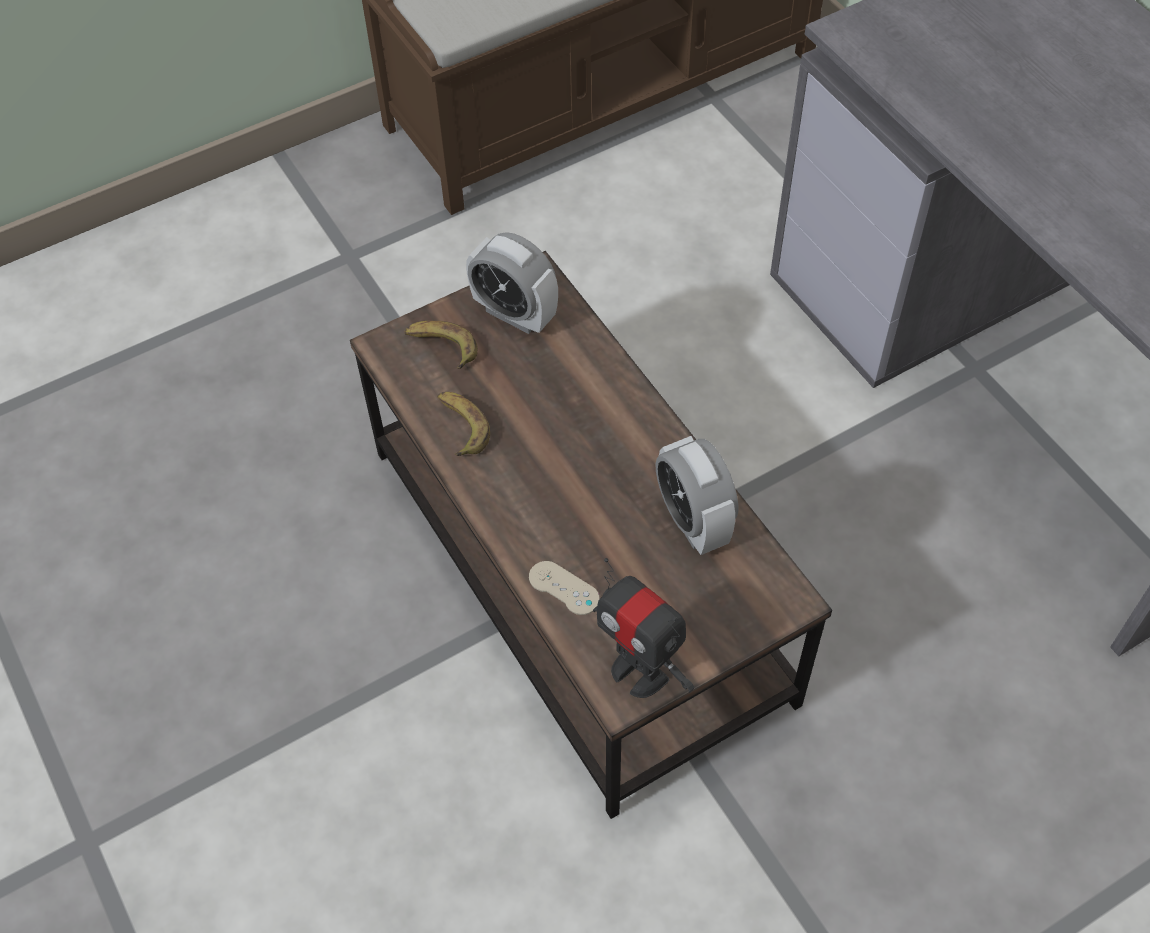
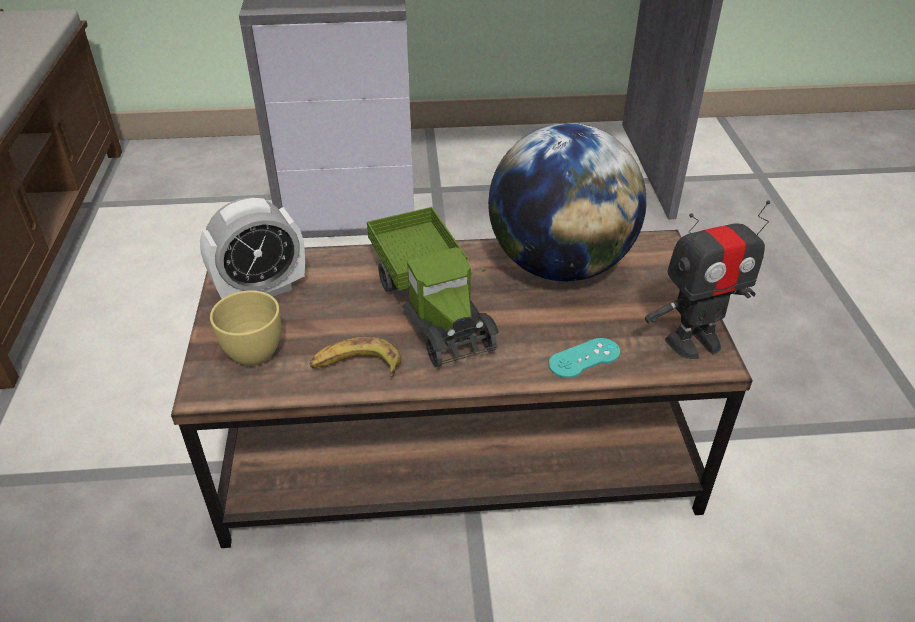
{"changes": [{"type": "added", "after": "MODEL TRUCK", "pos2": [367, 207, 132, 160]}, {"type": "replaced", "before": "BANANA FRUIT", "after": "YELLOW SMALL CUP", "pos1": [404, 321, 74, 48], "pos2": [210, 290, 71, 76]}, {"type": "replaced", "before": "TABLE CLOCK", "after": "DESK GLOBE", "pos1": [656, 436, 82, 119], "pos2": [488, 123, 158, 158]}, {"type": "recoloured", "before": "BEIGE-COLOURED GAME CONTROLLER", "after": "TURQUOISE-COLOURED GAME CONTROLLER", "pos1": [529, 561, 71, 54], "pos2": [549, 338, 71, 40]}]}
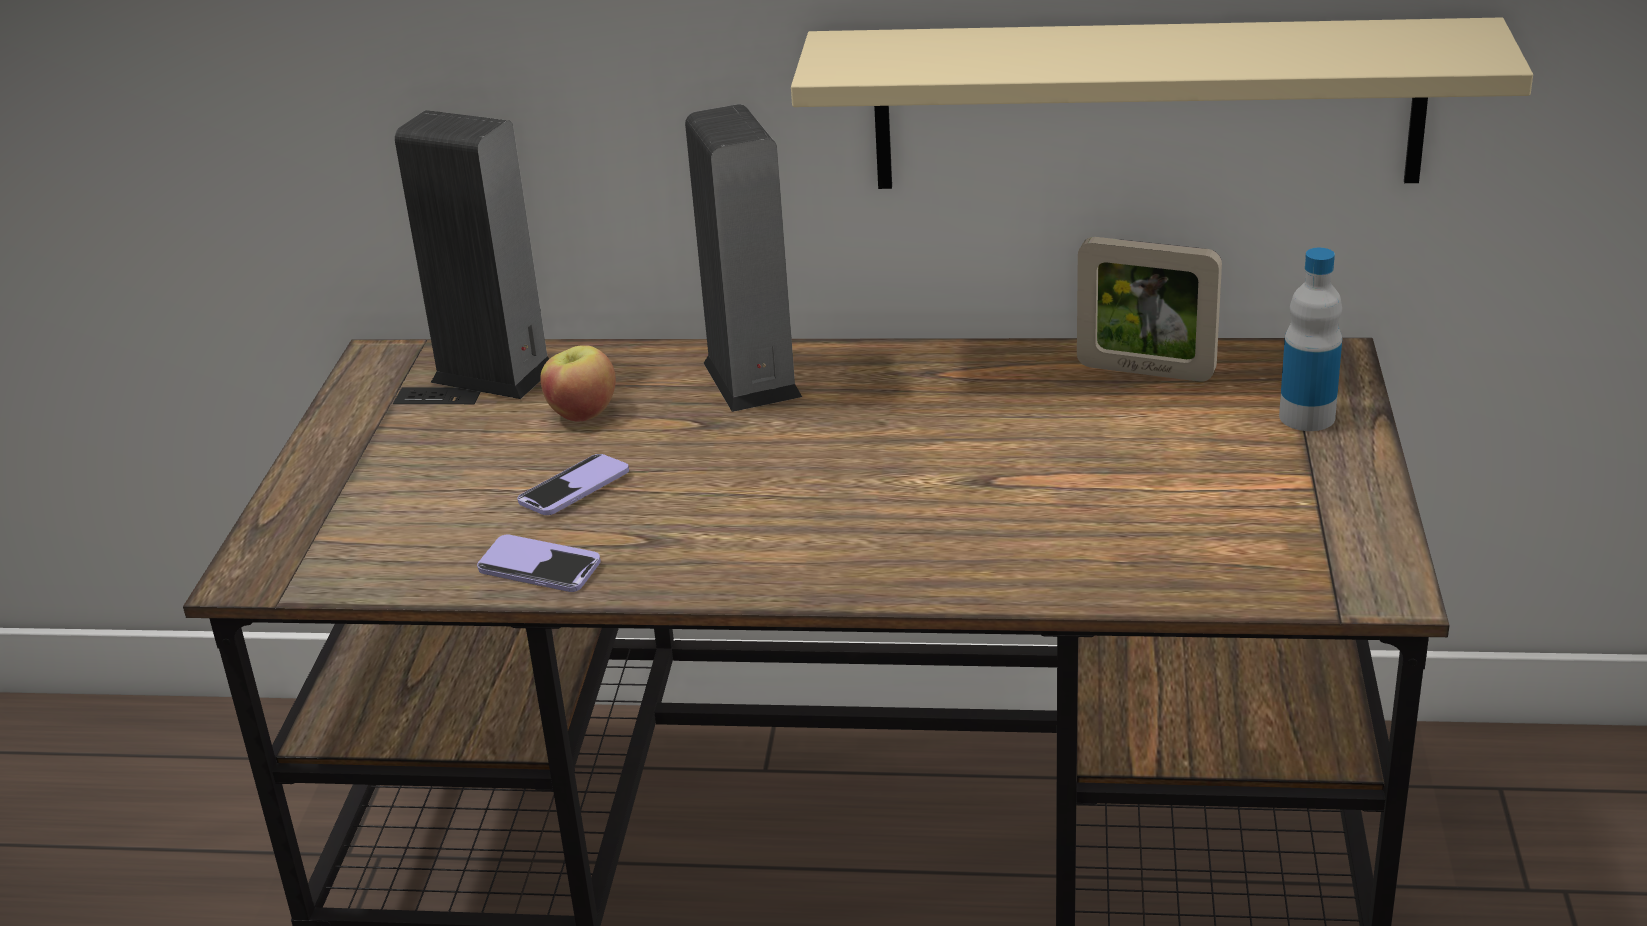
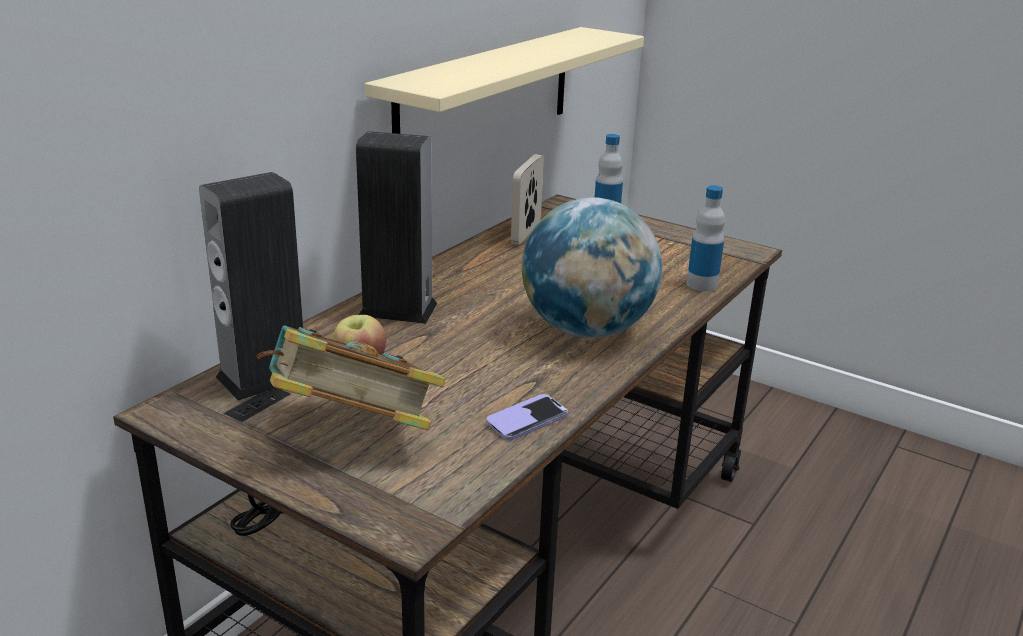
{"changes": [{"type": "removed", "before": "TELEPHONE", "pos1": [517, 454, 112, 61]}, {"type": "added", "after": "VOLUME", "pos2": [256, 325, 190, 105]}, {"type": "added", "after": "DESK GLOBE", "pos2": [522, 197, 140, 141]}, {"type": "added", "after": "DRINK BOTTLE", "pos2": [687, 185, 38, 107]}, {"type": "turned", "before": "PICTURE FRAME", "pos1": [1077, 237, 145, 145], "pos2": [511, 154, 33, 91], "turn": 150}]}
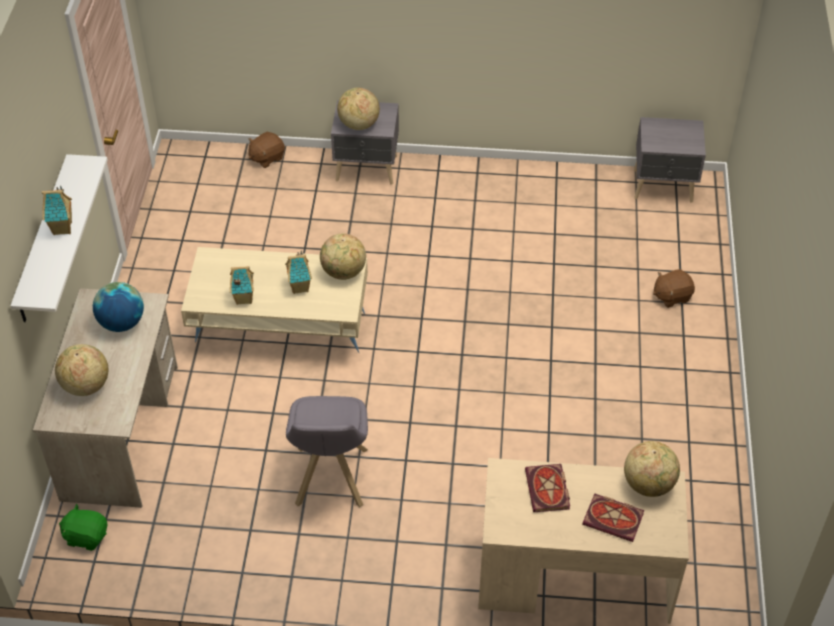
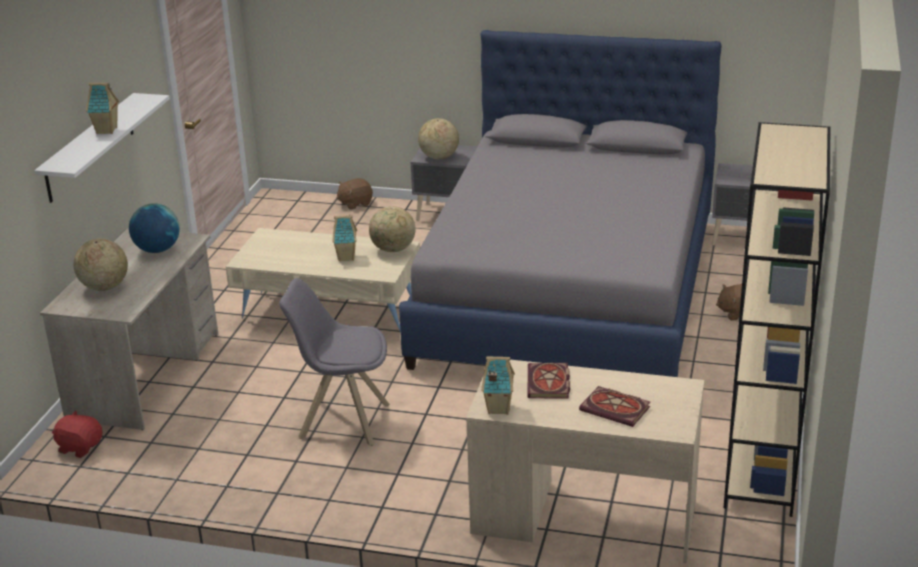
{"changes": [{"type": "removed", "before": "DESK GLOBE", "pos1": [624, 441, 56, 56]}, {"type": "added", "after": "GRAY BEDROOM BED", "pos2": [399, 30, 322, 347]}, {"type": "added", "after": "BEIGE-COLOURED BOOKSHELF", "pos2": [724, 122, 106, 395]}, {"type": "moved", "before": "TOY HOUSE", "pos1": [230, 266, 24, 39], "pos2": [482, 356, 33, 59]}, {"type": "recoloured", "before": "GREEN-COLOURED CUDDLY TOY", "after": "REDDISH CUDDLY TOY", "pos1": [59, 504, 49, 47], "pos2": [52, 411, 51, 47]}, {"type": "turned", "before": "GRAY CHAIR", "pos1": [286, 396, 82, 111], "pos2": [279, 278, 111, 168], "turn": 90}]}
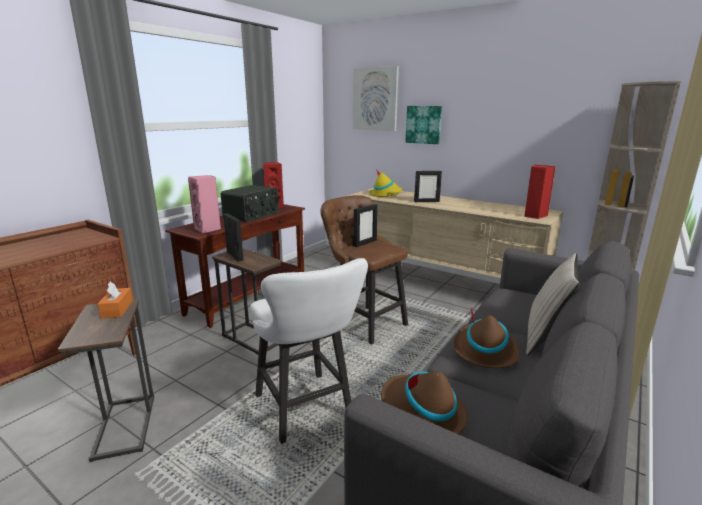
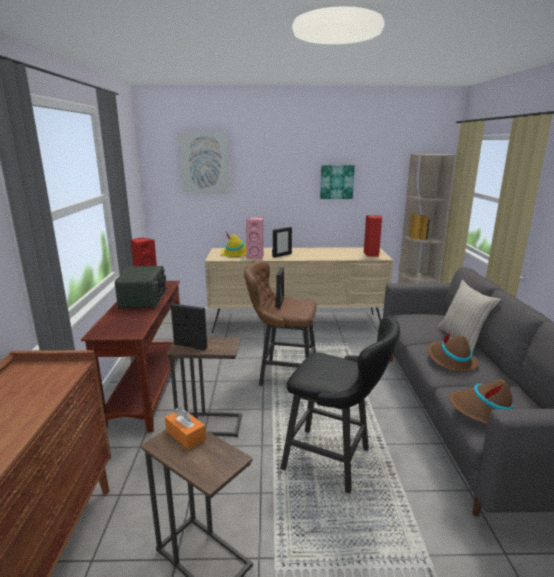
{"changes": [{"type": "moved", "before": "PINK-COLOURED LOUDSPEAKER", "pos1": [188, 175, 33, 59], "pos2": [246, 217, 18, 43]}, {"type": "moved", "before": "WALL PICTURE", "pos1": [405, 106, 37, 38], "pos2": [320, 165, 35, 34]}, {"type": "recoloured", "before": "WHITE SITTING STOOL", "after": "BLACK SITTING STOOL", "pos1": [250, 258, 118, 186], "pos2": [280, 316, 120, 178]}]}
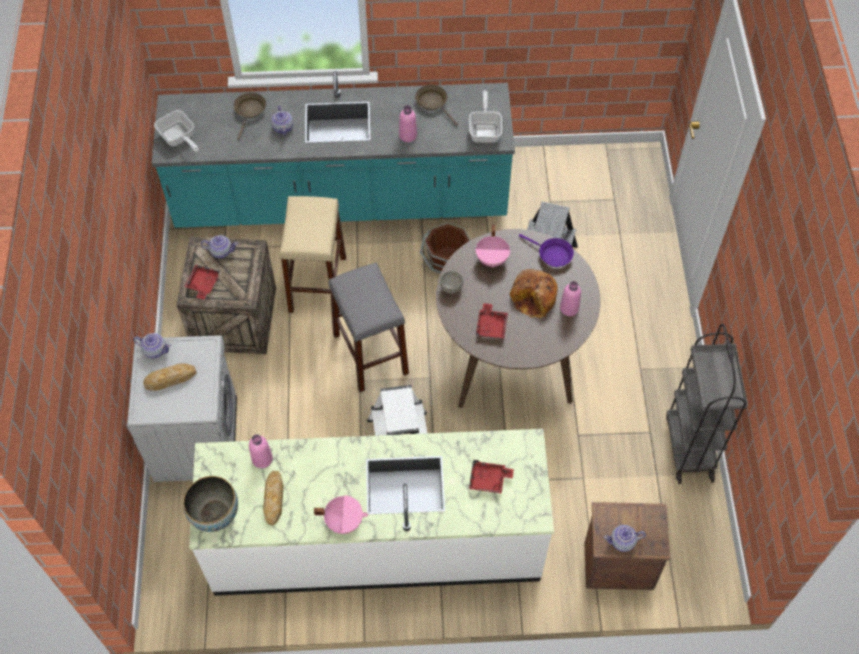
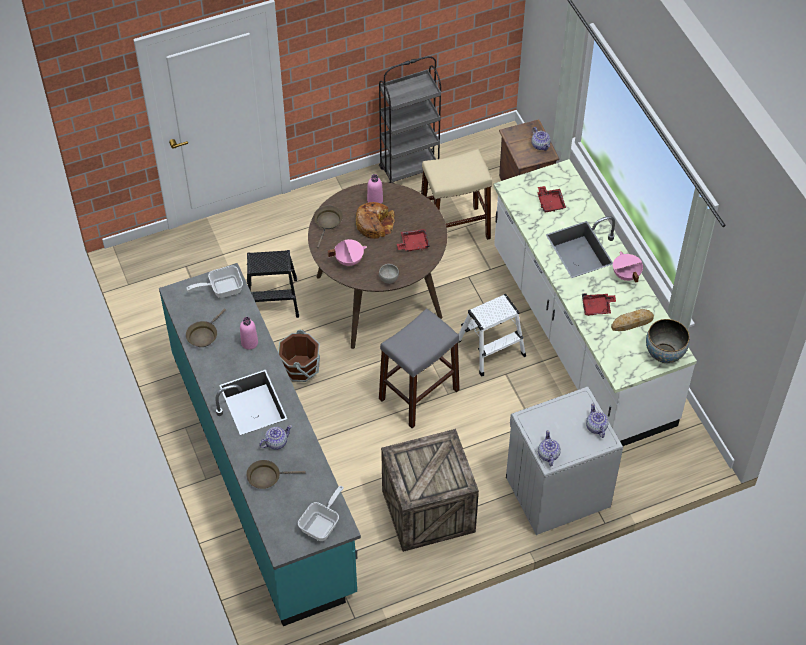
{"changes": [{"type": "removed", "before": "BAKED BREAD", "pos1": [143, 363, 54, 27]}, {"type": "removed", "before": "PINK-COLOURED DRINK BOTTLE", "pos1": [249, 434, 24, 34]}, {"type": "moved", "before": "REDDISH TRAY", "pos1": [184, 265, 36, 35], "pos2": [582, 293, 34, 23]}, {"type": "moved", "before": "TEAPOT", "pos1": [201, 235, 37, 23], "pos2": [586, 403, 23, 35]}, {"type": "moved", "before": "BEIGE-COLOURED SITTING STOOL", "pos1": [280, 196, 66, 117], "pos2": [421, 149, 71, 91]}, {"type": "recoloured", "before": "PURPLE PAN", "after": "BROWNISH PAN", "pos1": [519, 234, 55, 33], "pos2": [313, 205, 30, 43]}]}
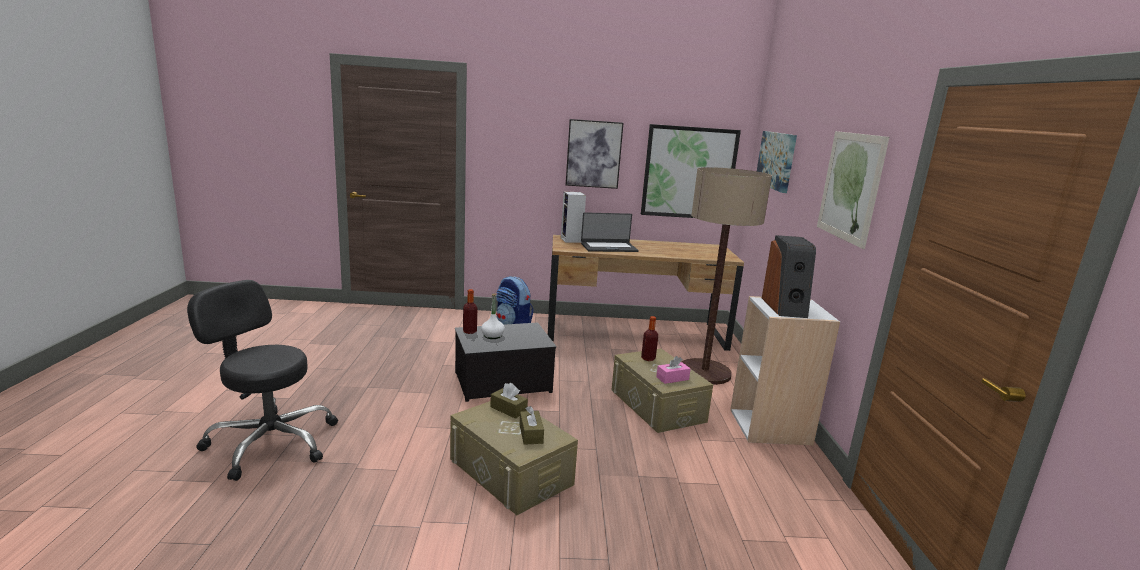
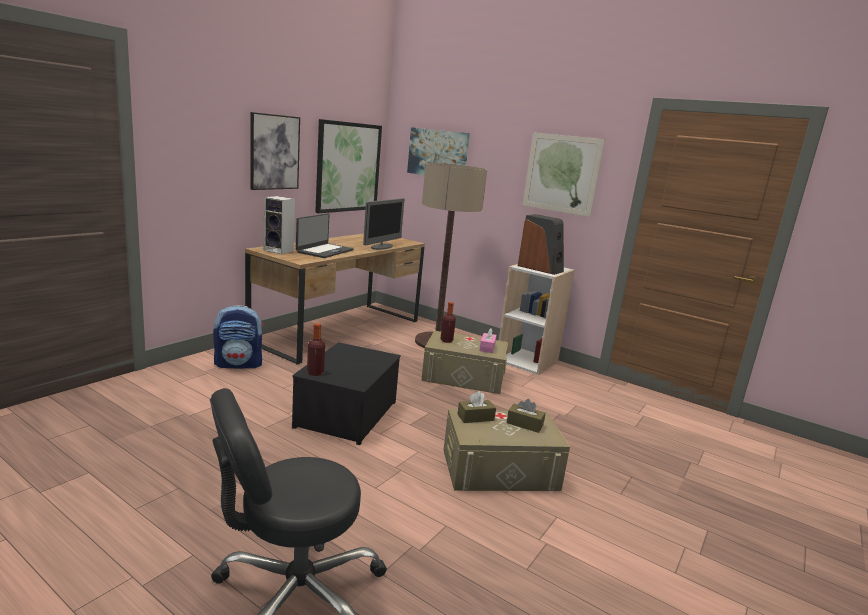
{"changes": [{"type": "removed", "before": "WHITE DRINK BOTTLE", "pos1": [481, 293, 24, 46]}, {"type": "added", "after": "MONITOR", "pos2": [363, 198, 41, 52]}]}
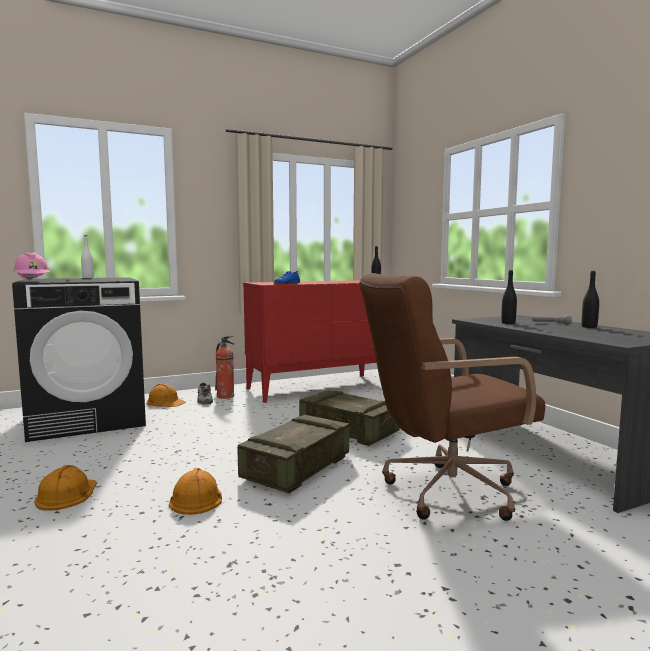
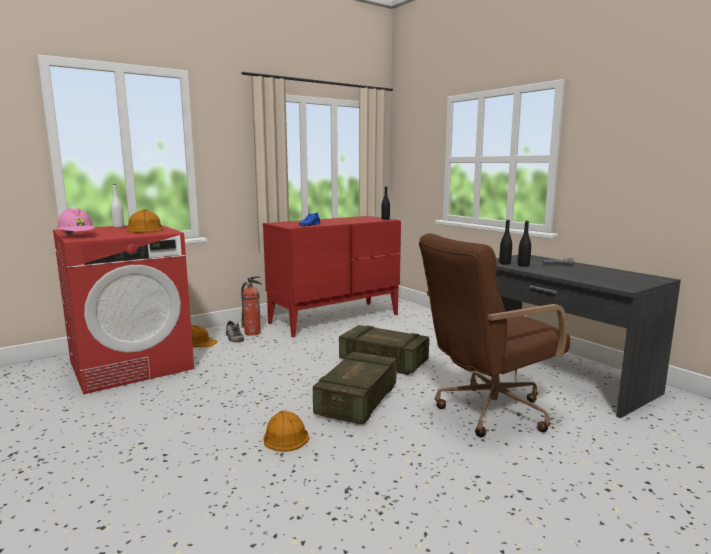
{"changes": [{"type": "moved", "before": "ORANGE SAFETY HELMET", "pos1": [34, 465, 63, 46], "pos2": [126, 209, 38, 24]}, {"type": "moved", "before": "BLACK DRINK BOTTLE", "pos1": [582, 271, 17, 57], "pos2": [499, 220, 13, 45]}, {"type": "recoloured", "before": "BLACK LAUNDRY MACHINE", "after": "REDDISH LAUNDRY MACHINE", "pos1": [12, 277, 134, 165], "pos2": [53, 225, 141, 169]}]}
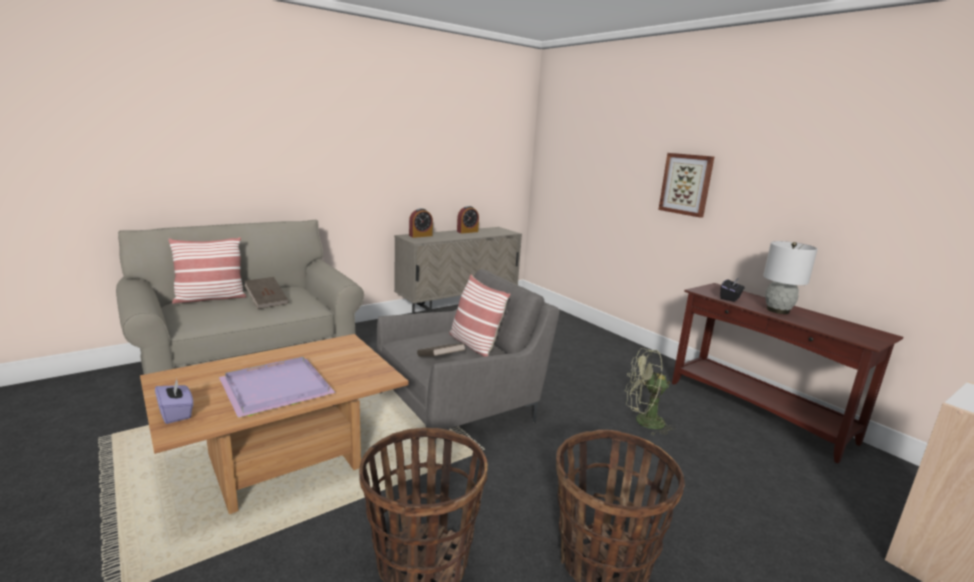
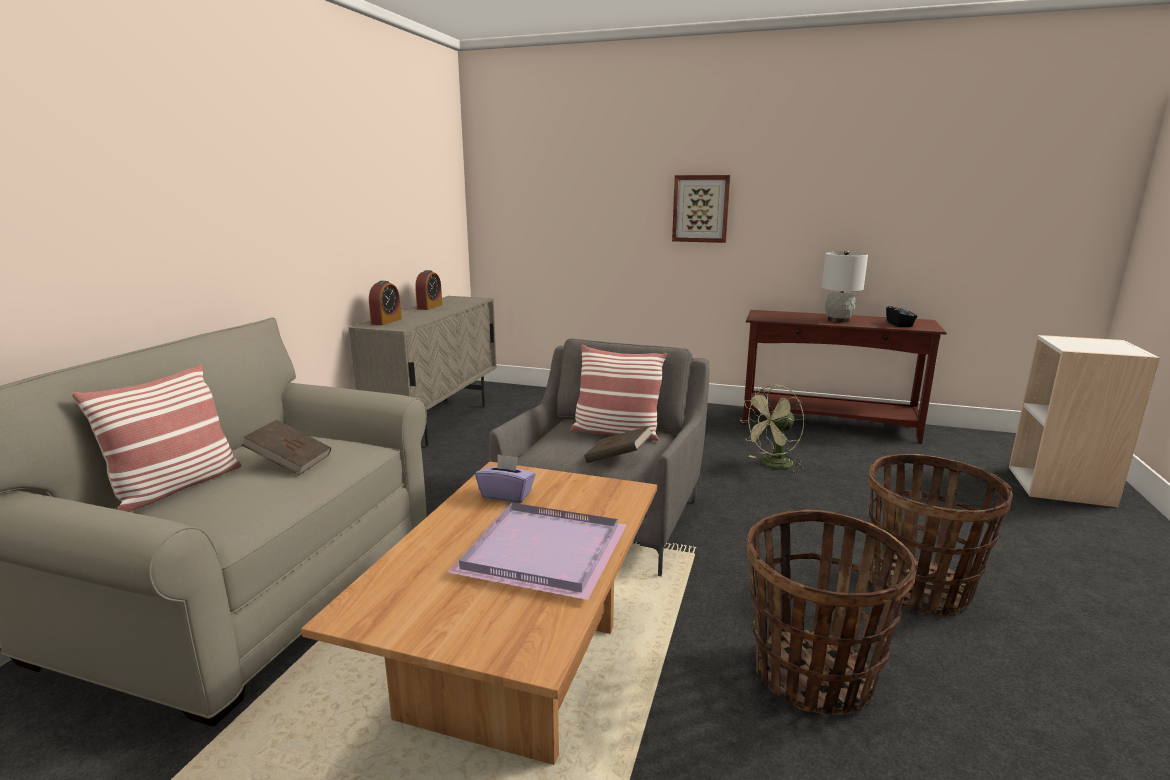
{"changes": [{"type": "moved", "before": "PURPLE TISSUE BOX", "pos1": [155, 379, 38, 45], "pos2": [475, 454, 61, 49]}, {"type": "moved", "before": "BLACK TISSUE BOX", "pos1": [720, 277, 25, 25], "pos2": [886, 301, 31, 26]}]}
